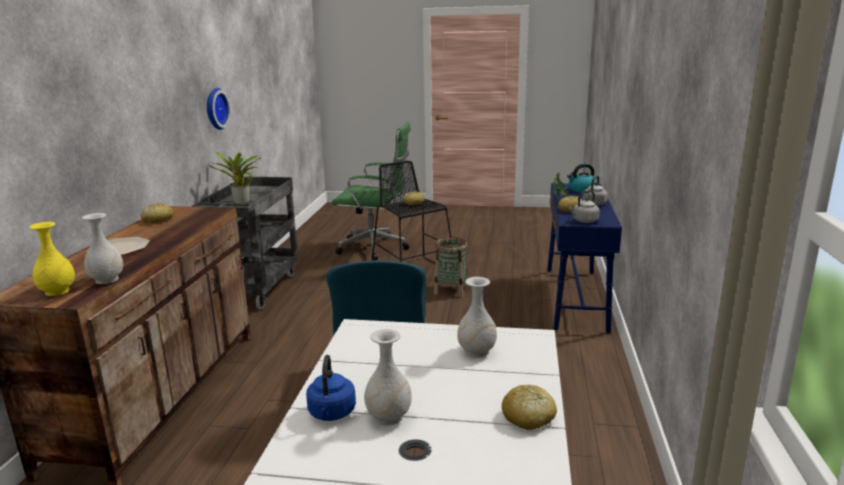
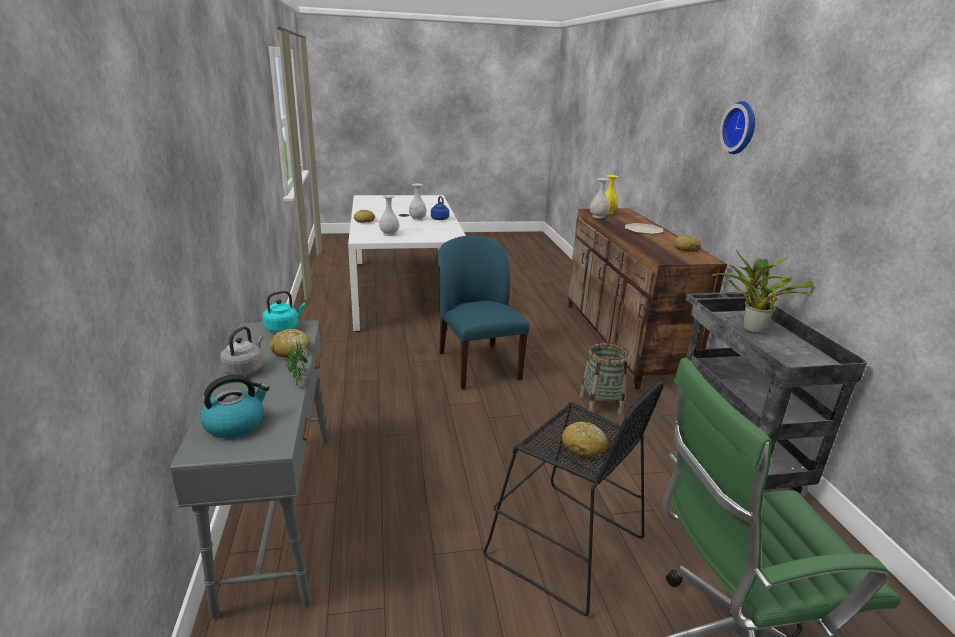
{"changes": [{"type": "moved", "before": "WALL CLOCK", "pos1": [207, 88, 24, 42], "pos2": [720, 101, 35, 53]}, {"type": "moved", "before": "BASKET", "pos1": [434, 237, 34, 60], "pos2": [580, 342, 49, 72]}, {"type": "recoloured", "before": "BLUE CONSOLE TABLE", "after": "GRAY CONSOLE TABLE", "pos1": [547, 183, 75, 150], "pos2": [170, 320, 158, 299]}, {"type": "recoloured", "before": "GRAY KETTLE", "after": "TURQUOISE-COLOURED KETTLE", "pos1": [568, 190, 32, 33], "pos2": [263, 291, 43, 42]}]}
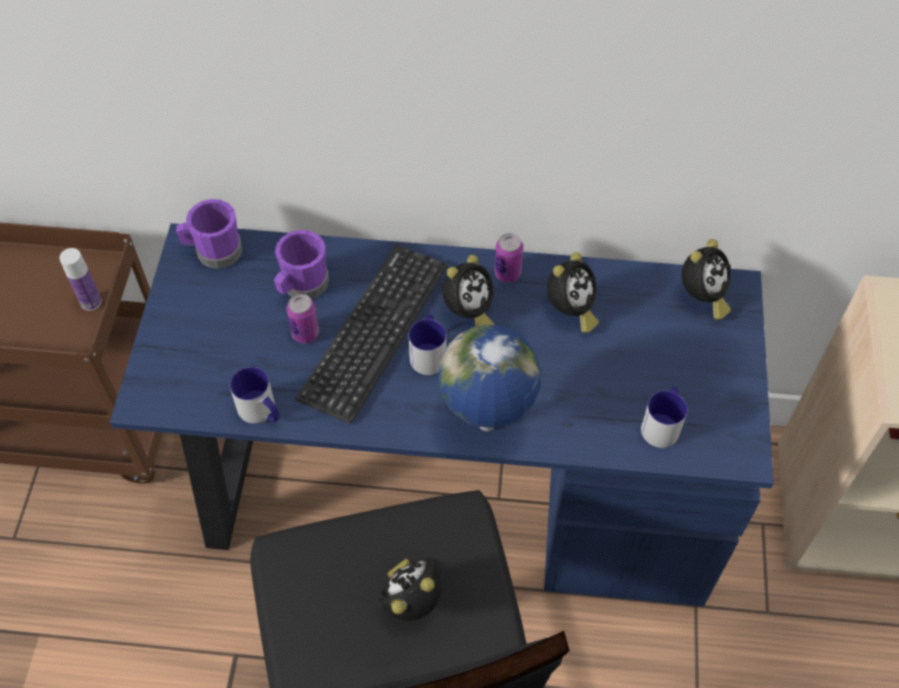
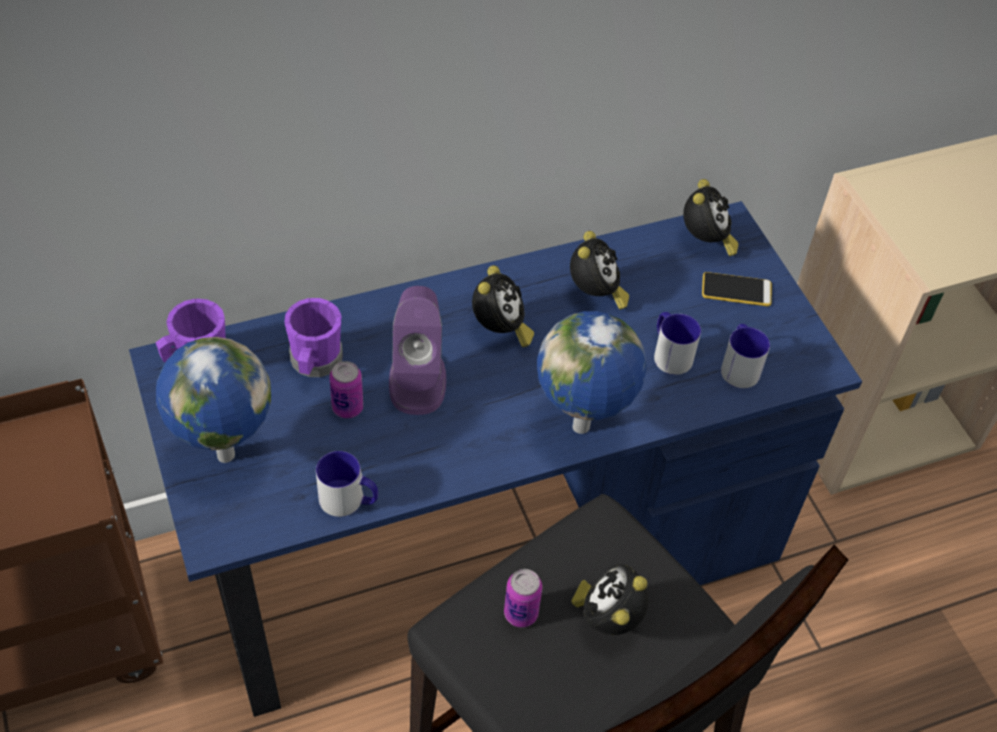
{"changes": [{"type": "removed", "before": "DRINK BOTTLE", "pos1": [59, 248, 43, 63]}, {"type": "added", "after": "DESK GLOBE", "pos2": [156, 337, 115, 126]}, {"type": "added", "after": "TELEPHONE", "pos2": [702, 272, 70, 34]}, {"type": "moved", "before": "COFFEE MUG", "pos1": [408, 315, 39, 60], "pos2": [654, 312, 47, 63]}, {"type": "moved", "before": "SEALED CAN", "pos1": [495, 233, 29, 50], "pos2": [504, 569, 38, 58]}, {"type": "replaced", "before": "KEYBOARD", "after": "PURPLE LOUDSPEAKER", "pos1": [296, 245, 151, 179], "pos2": [389, 286, 57, 129]}]}
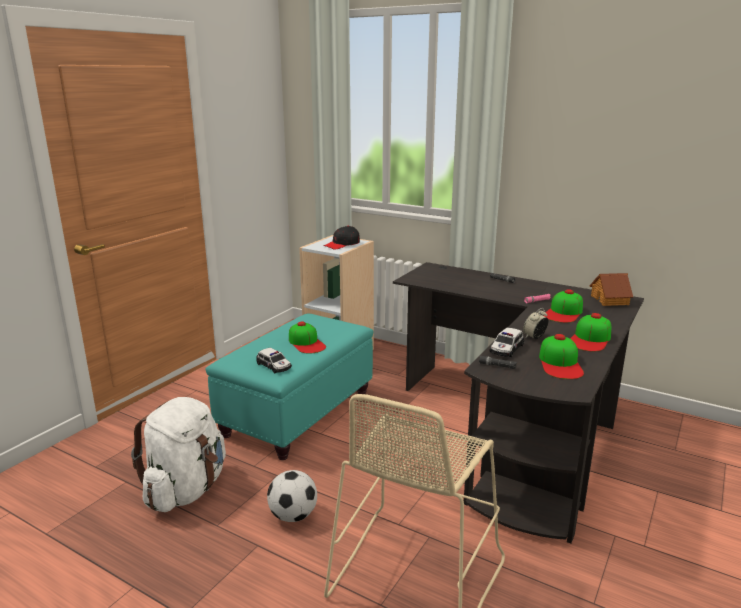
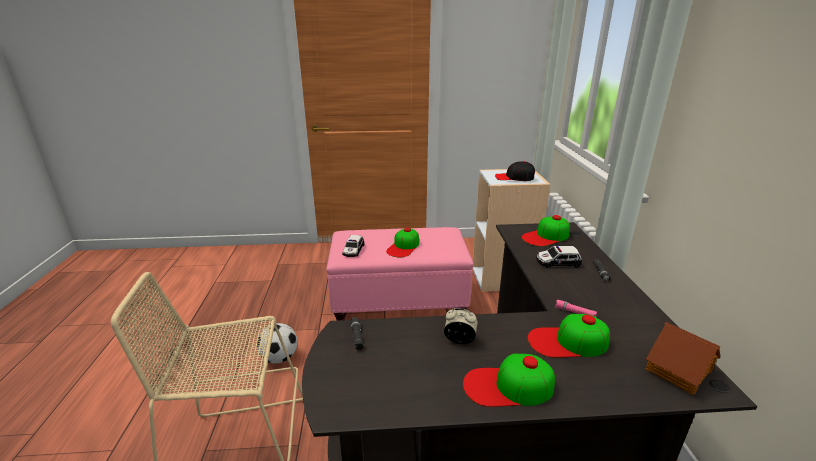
{"changes": [{"type": "removed", "before": "WHITE RUCKSACK", "pos1": [131, 397, 95, 115]}, {"type": "moved", "before": "MINIATURE CAR", "pos1": [489, 327, 35, 30], "pos2": [536, 246, 46, 22]}, {"type": "moved", "before": "CAP", "pos1": [539, 334, 45, 45], "pos2": [522, 215, 48, 31]}, {"type": "recoloured", "before": "TURQUOISE-COLOURED POUFFE", "after": "PINK-COLOURED POUFFE", "pos1": [205, 314, 169, 146], "pos2": [327, 227, 147, 94]}]}
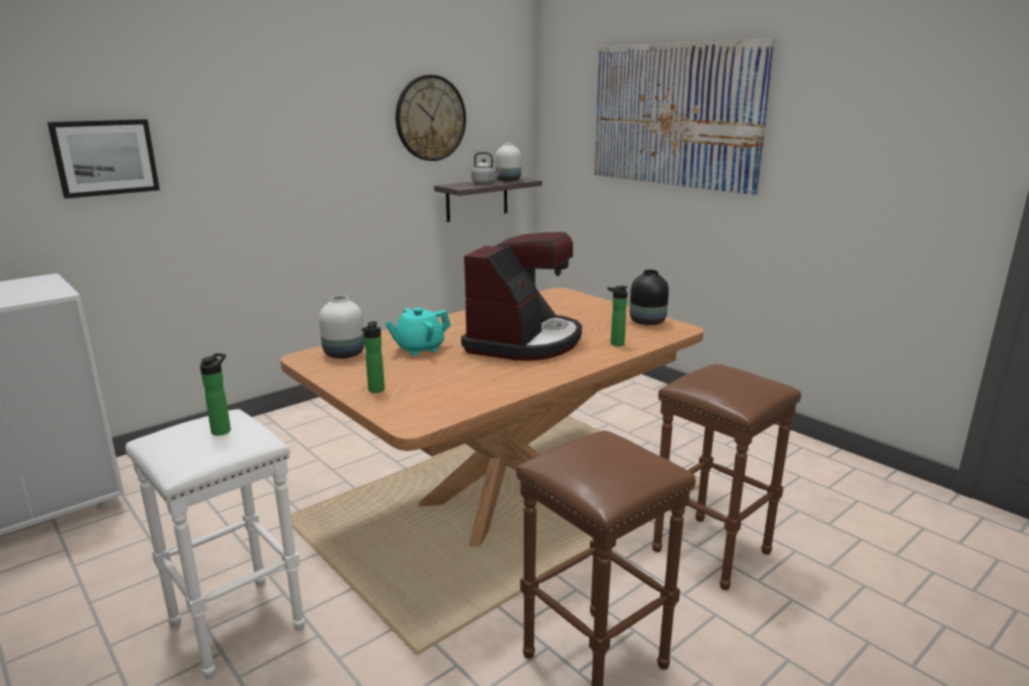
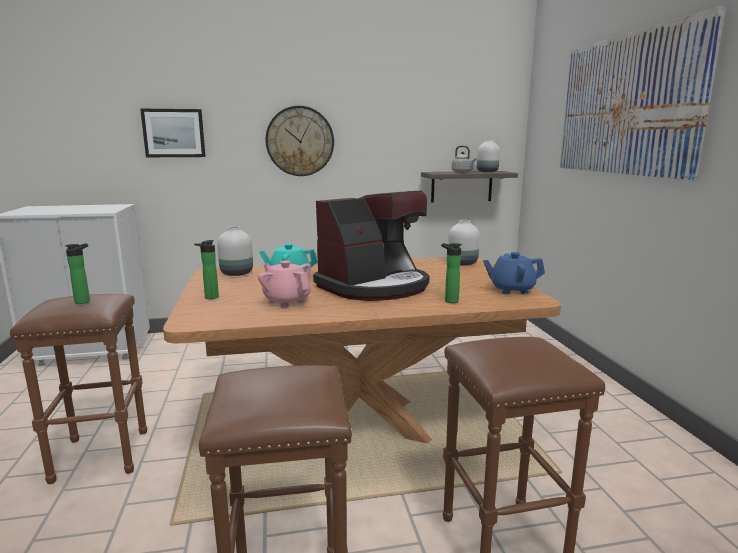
{"changes": [{"type": "added", "after": "PINK-COLOURED TEAPOT", "pos2": [258, 261, 53, 47]}, {"type": "added", "after": "WHITE DECORATIVE VASE", "pos2": [448, 220, 32, 45]}, {"type": "moved", "before": "WALL CLOCK", "pos1": [395, 75, 71, 86], "pos2": [265, 106, 69, 70]}, {"type": "replaced", "before": "BLACK DECORATIVE VASE", "after": "BLUE TEAPOT", "pos1": [630, 270, 39, 55], "pos2": [483, 252, 62, 42]}, {"type": "recoloured", "before": "WHITE SITTING STOOL", "after": "BROWNISH SITTING STOOL", "pos1": [125, 409, 180, 270], "pos2": [10, 294, 137, 190]}]}
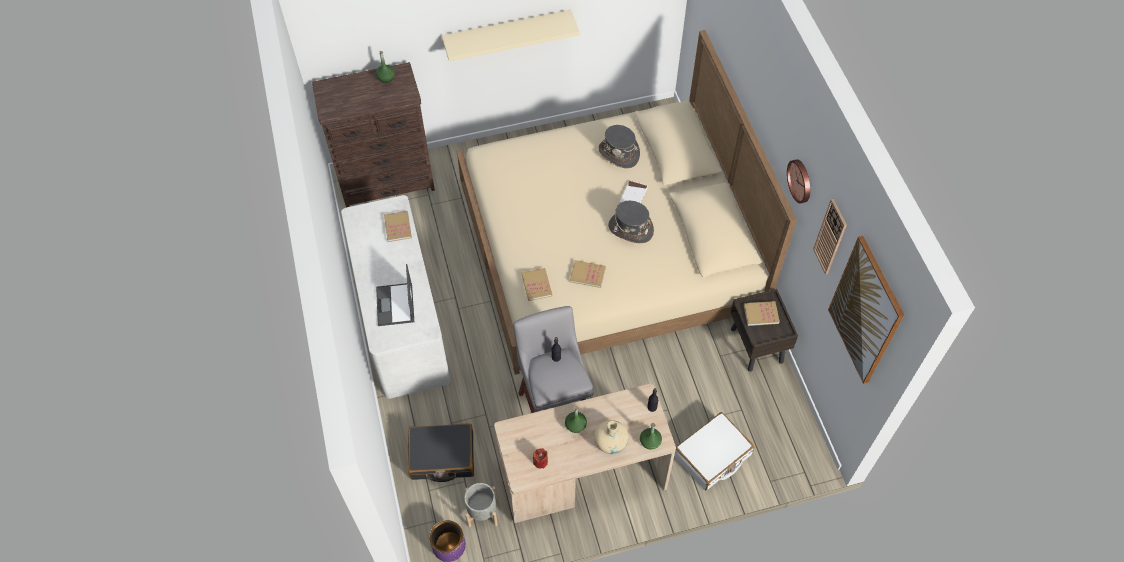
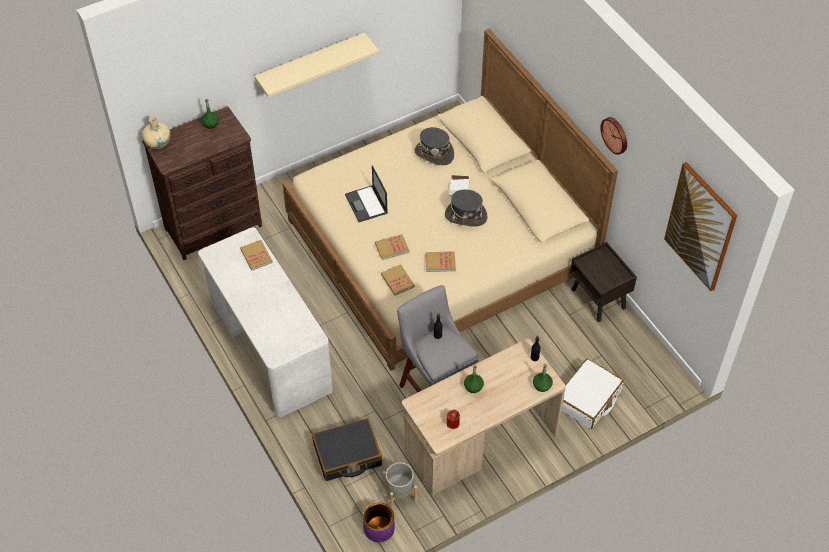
{"changes": [{"type": "removed", "before": "WALL CLOCK", "pos1": [813, 199, 34, 76]}, {"type": "moved", "before": "PORTABLE COMPUTER", "pos1": [376, 264, 38, 62], "pos2": [345, 165, 43, 57]}, {"type": "moved", "before": "BEIGE-COLOURED DECORATIVE VASE", "pos1": [594, 420, 35, 34], "pos2": [142, 116, 29, 33]}, {"type": "moved", "before": "VOLUME", "pos1": [744, 301, 36, 25], "pos2": [375, 234, 34, 26]}]}
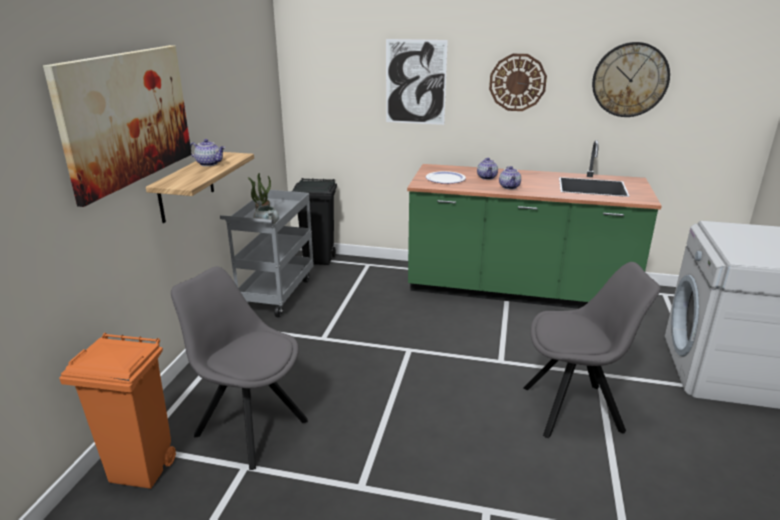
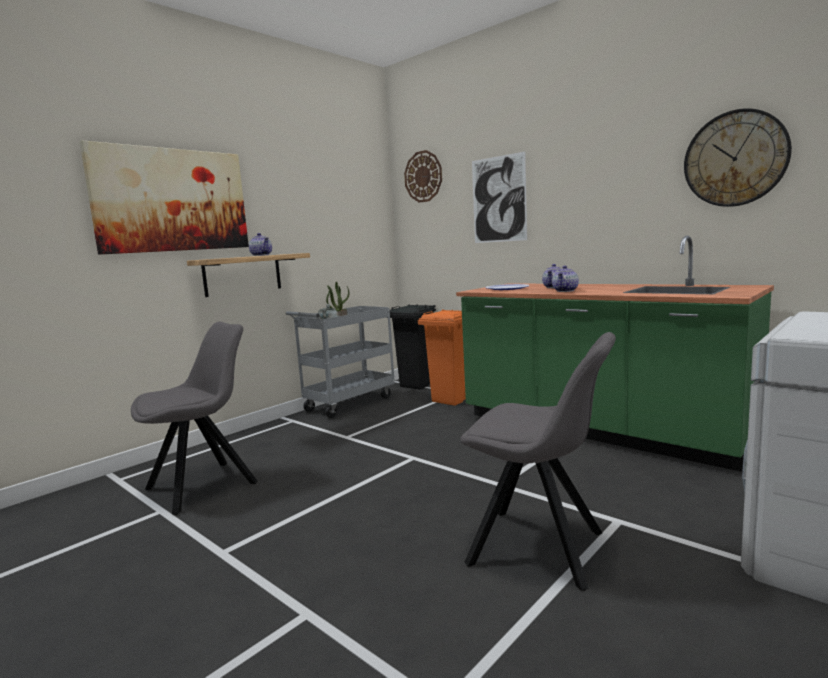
{"changes": [{"type": "moved", "before": "ORANGE TRASH CAN", "pos1": [59, 333, 117, 156], "pos2": [418, 309, 48, 97]}, {"type": "moved", "before": "WALL CLOCK", "pos1": [489, 54, 58, 57], "pos2": [404, 150, 38, 53]}, {"type": "turned", "before": "GRAY CHAIR", "pos1": [171, 266, 137, 204], "pos2": [131, 322, 126, 193], "turn": 75}]}
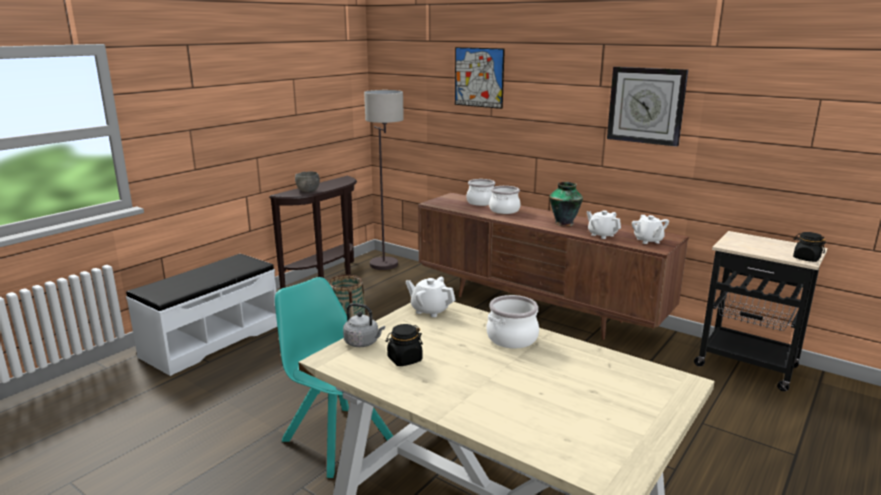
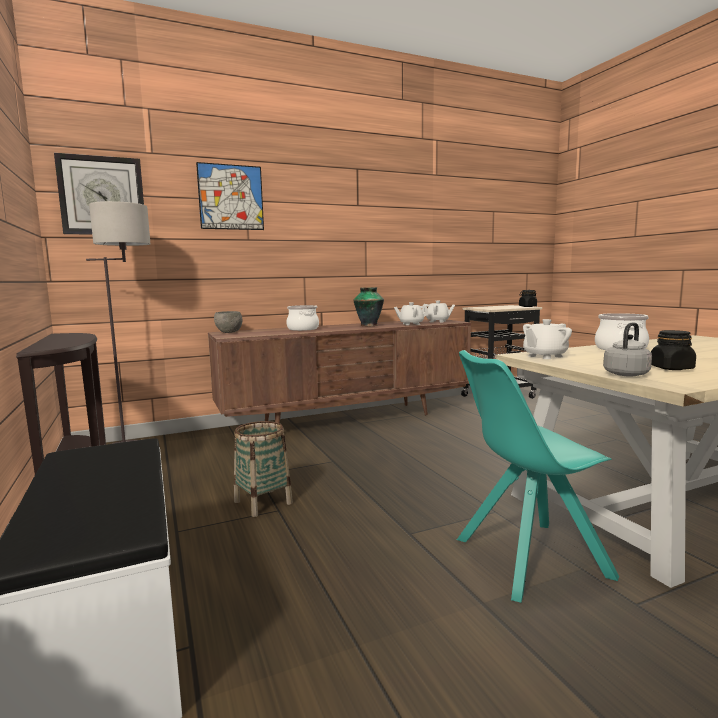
{"changes": [{"type": "removed", "before": "STOCKPOT", "pos1": [466, 179, 29, 27]}, {"type": "moved", "before": "GRAY DEEP DISH", "pos1": [295, 171, 25, 21], "pos2": [214, 311, 28, 22]}, {"type": "moved", "before": "WALL CLOCK", "pos1": [607, 67, 81, 80], "pos2": [54, 153, 90, 82]}]}
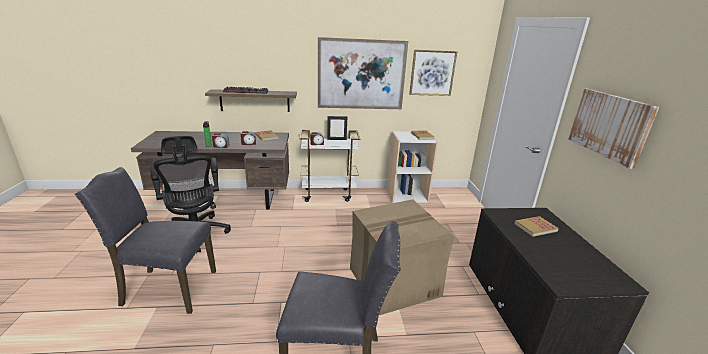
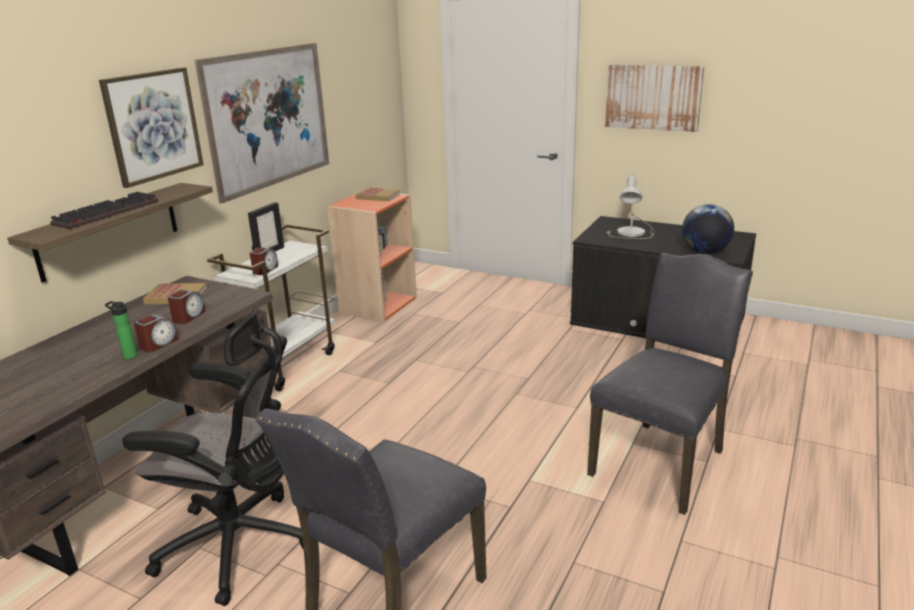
{"changes": [{"type": "removed", "before": "PACKING BOX", "pos1": [350, 199, 104, 116]}, {"type": "added", "after": "DESK GLOBE", "pos2": [682, 204, 52, 50]}, {"type": "moved", "before": "WALL PICTURE", "pos1": [409, 50, 48, 46], "pos2": [99, 67, 105, 121]}, {"type": "replaced", "before": "VOLUME", "after": "TABLETOP LAMP", "pos1": [514, 216, 45, 21], "pos2": [607, 175, 47, 64]}, {"type": "recoloured", "before": "WHITE BOOKSHELF", "after": "ORANGE BOOKSHELF", "pos1": [387, 131, 51, 72], "pos2": [327, 193, 90, 129]}]}
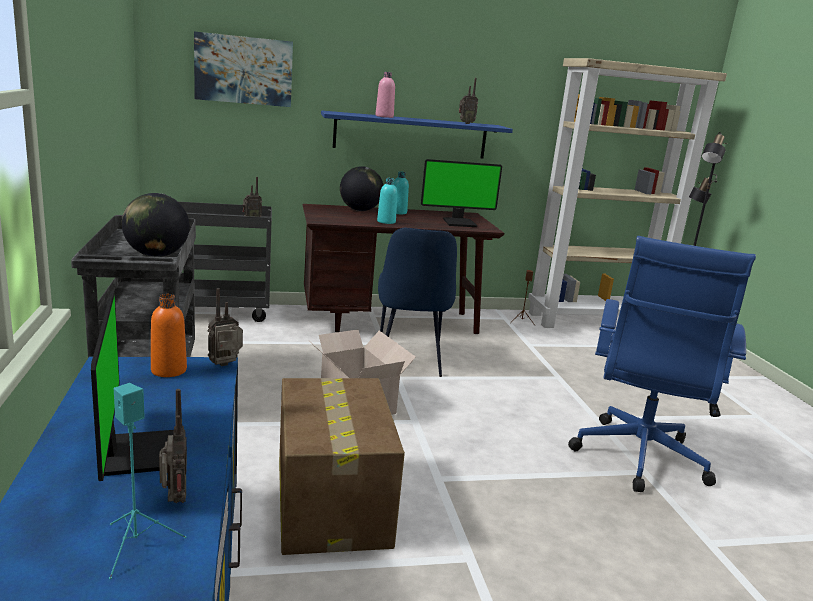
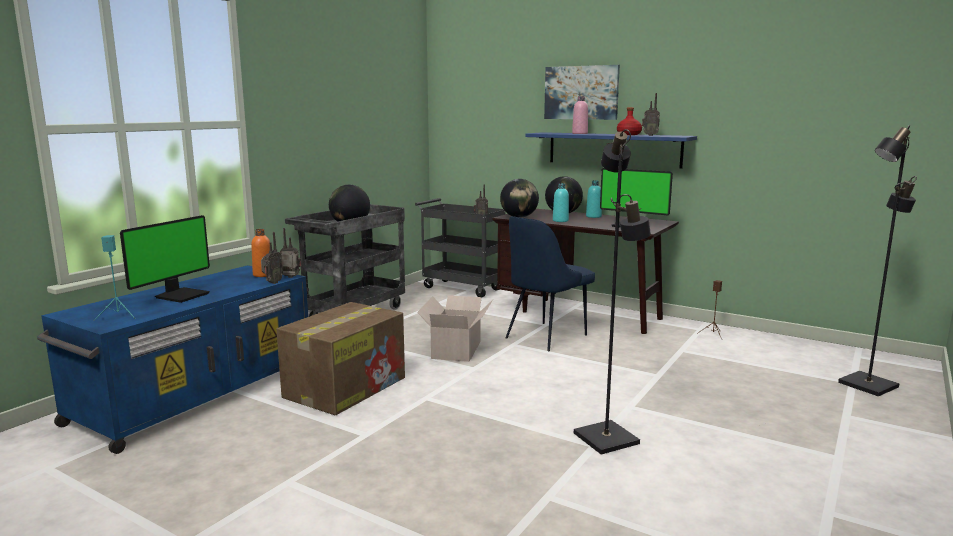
{"changes": [{"type": "removed", "before": "BEIGE-COLOURED BOOKSHELF", "pos1": [528, 58, 199, 270]}, {"type": "added", "after": "DESK GLOBE", "pos2": [500, 179, 39, 39]}, {"type": "added", "after": "REDDISH DRINK BOTTLE", "pos2": [617, 107, 25, 28]}, {"type": "moved", "before": "RADIO RECEIVER", "pos1": [159, 389, 28, 114], "pos2": [261, 232, 22, 52]}, {"type": "moved", "before": "WALL PICTURE", "pos1": [194, 31, 99, 76], "pos2": [544, 65, 76, 55]}, {"type": "replaced", "before": "BLUE OFFICE CHAIR", "after": "BLACK FLOOR LAMP", "pos1": [568, 236, 188, 256], "pos2": [574, 129, 77, 325]}]}
